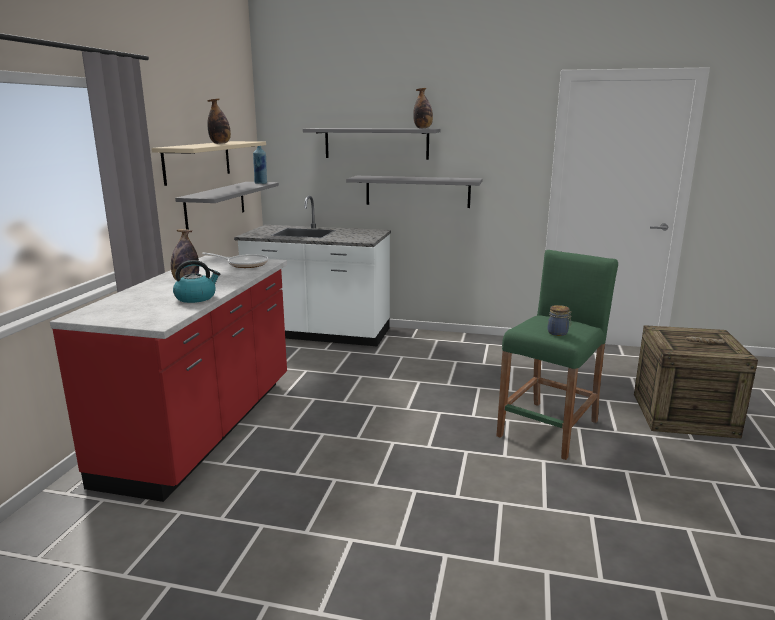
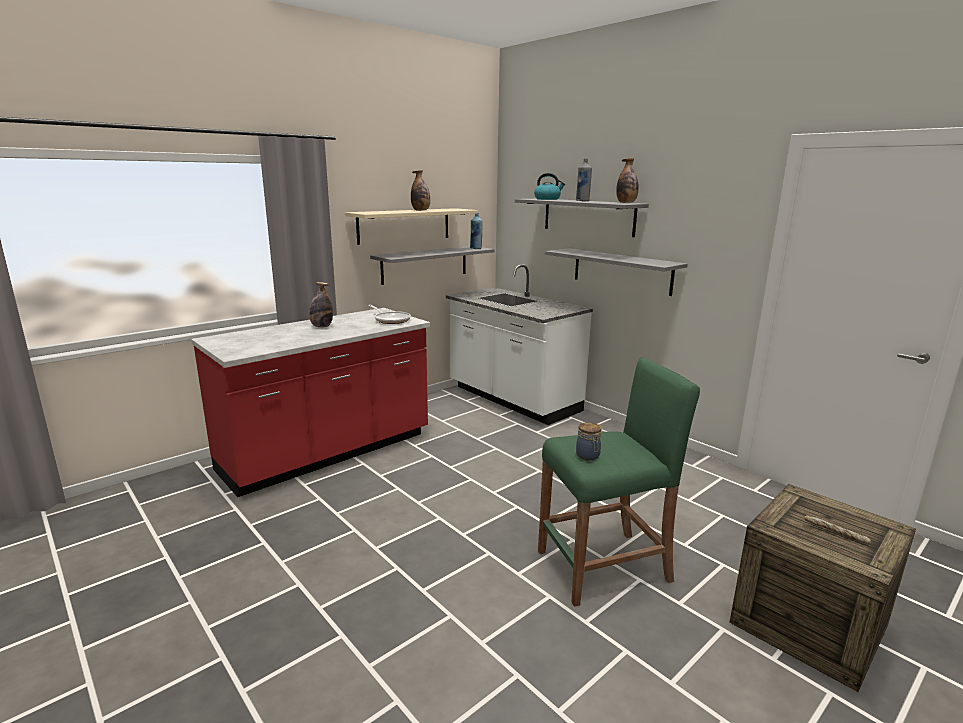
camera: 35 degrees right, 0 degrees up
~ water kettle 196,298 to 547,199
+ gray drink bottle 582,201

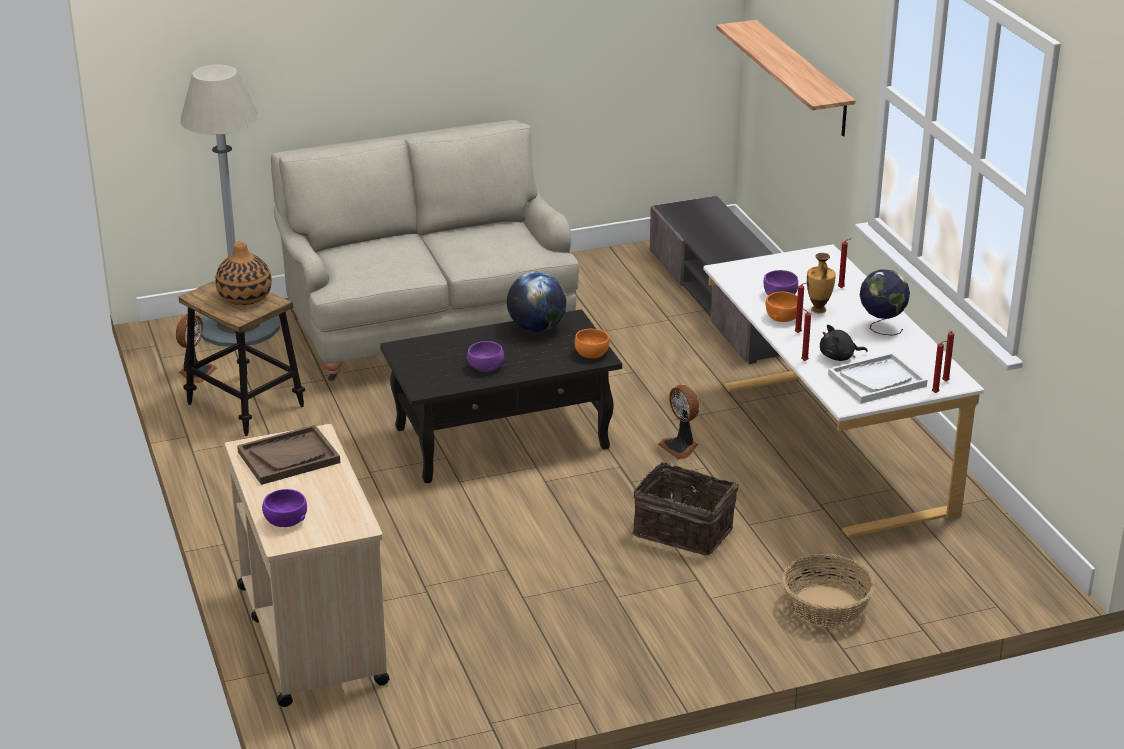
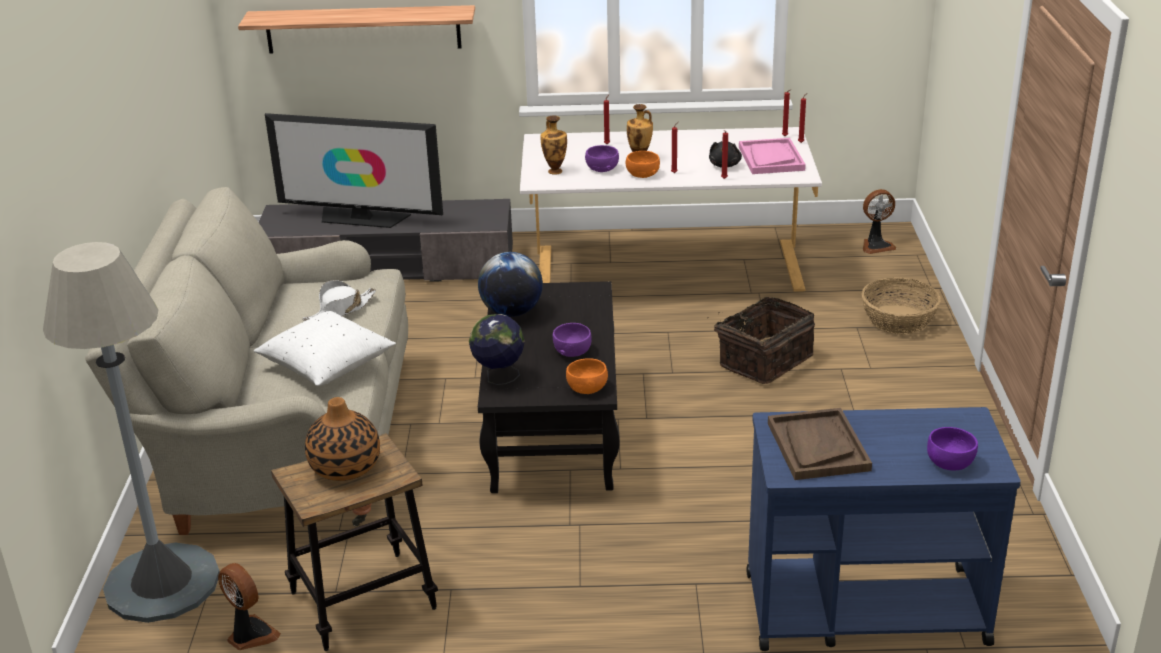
camera: 70 degrees left, 0 degrees up
~ sand-coloured cart 311,633 to bluish cart 863,608
~ orange serving bowl 592,353 to 587,387
~ fan 680,447 to 876,245
~ white tray 877,380 to pink tray 771,158
~ desk globe 881,327 to 499,377
+ white throw pillow 327,366
+ TV set 361,218
+ white hat 340,310
+ decorative vase 555,171

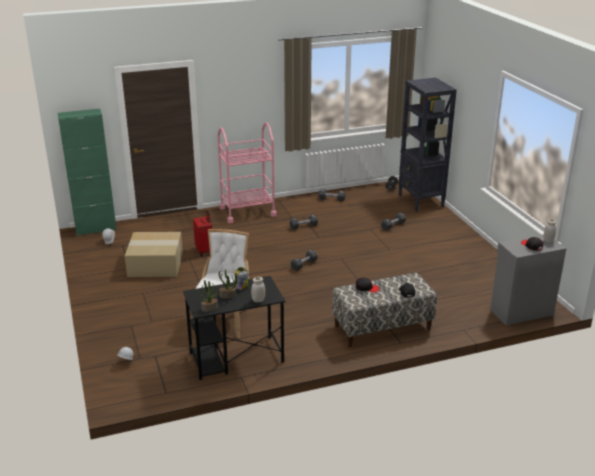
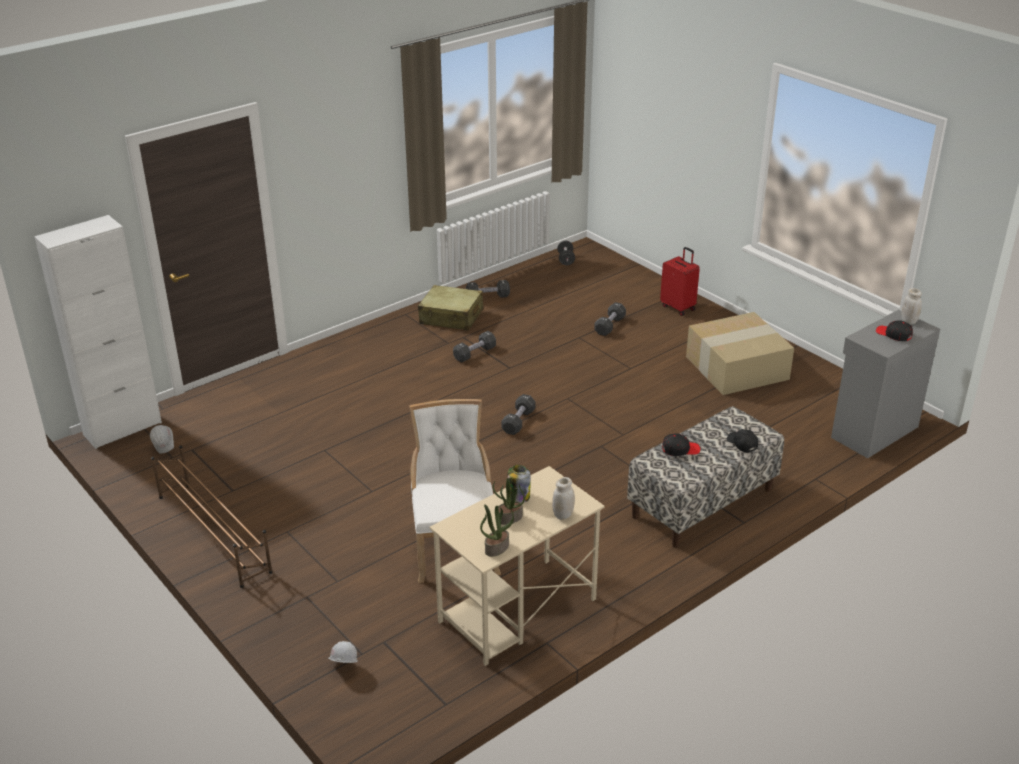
camera: 20 degrees left, 5 degrees up
~ green-coloured storage cabinet 96,229 to white storage cabinet 122,428
~ carton 156,263 to 737,367
~ black-coloured desk table 235,358 to sand-coloured desk table 517,611
~ red-coloured piece of luggage 205,251 to 678,307
- pink cart 247,212
- black-coloured shelving unit 420,201
+ brown shoe shelf 213,533
+ sand-coloured piece of luggage 451,317

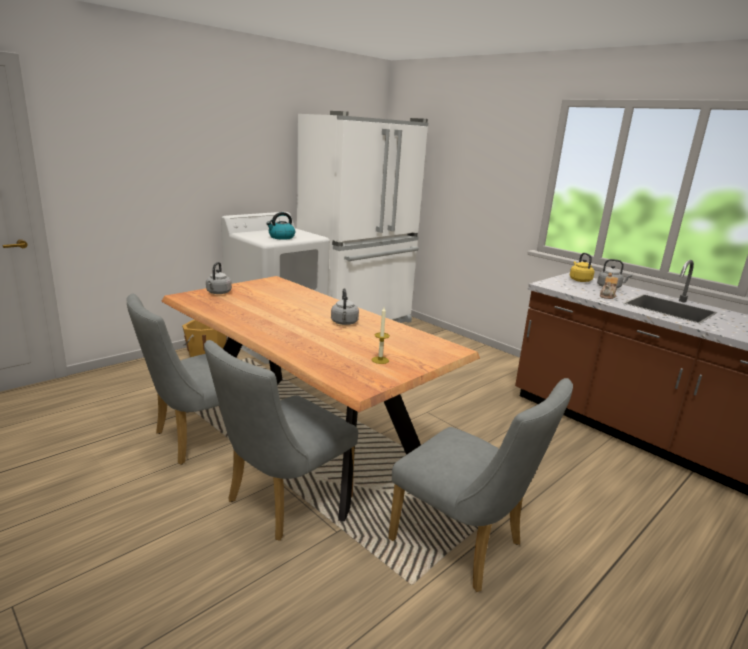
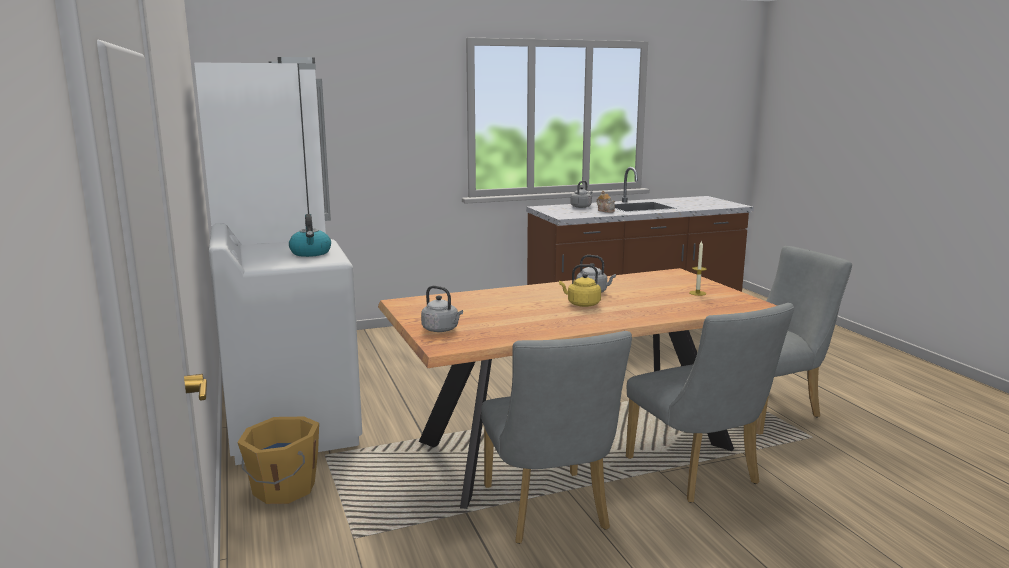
camera: 65 degrees left, 5 degrees down
~ yellow water kettle 579,280 to 581,304

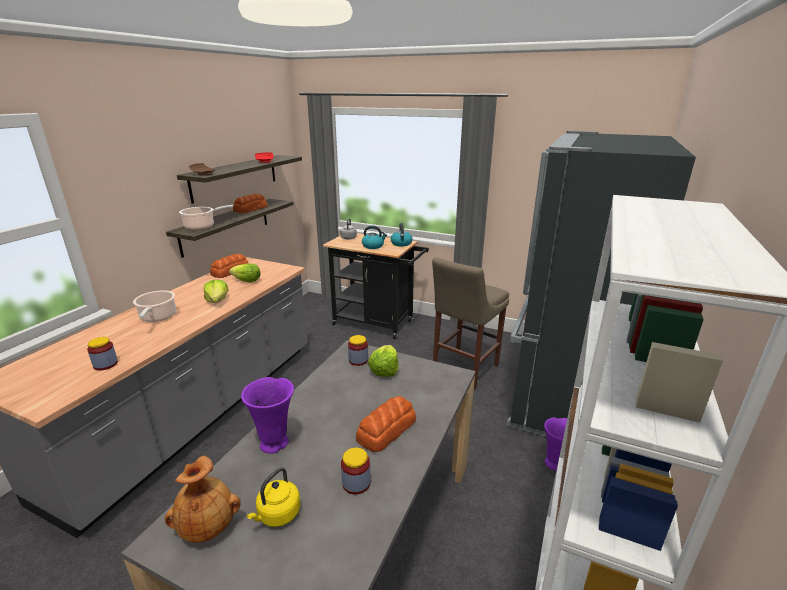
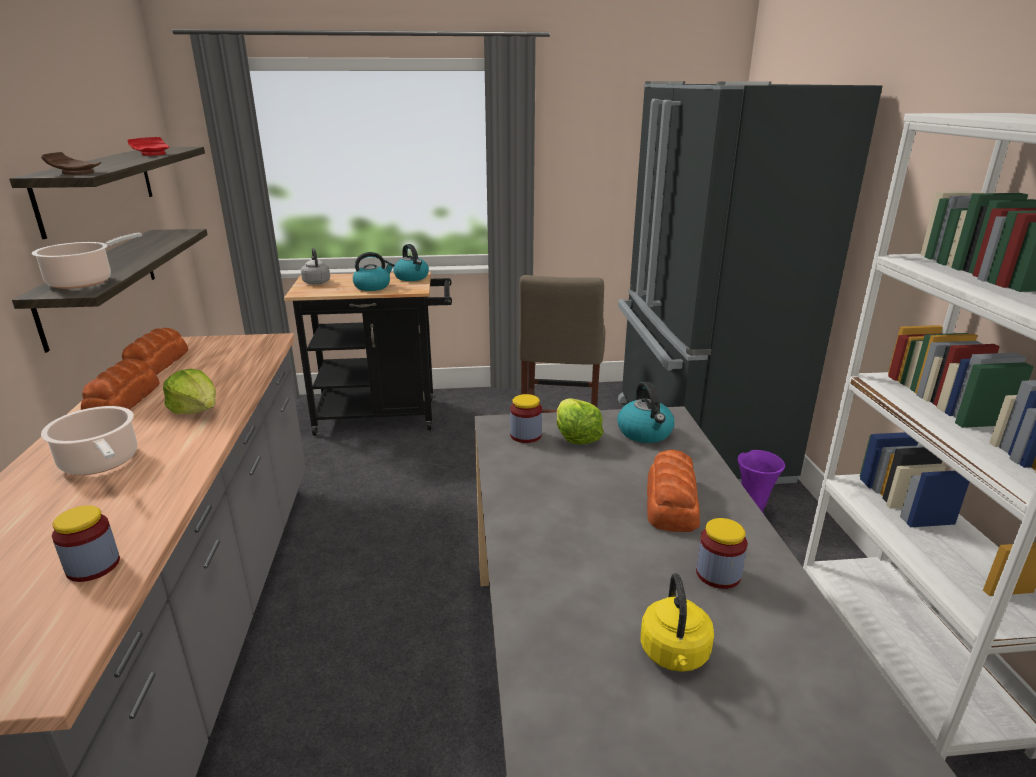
camera: 30 degrees left, 0 degrees up
- brown decorative vase 208,526
- lettuce 247,281
~ bread 251,209 to 124,399
- purple decorative vase 275,443
+ water kettle 645,433

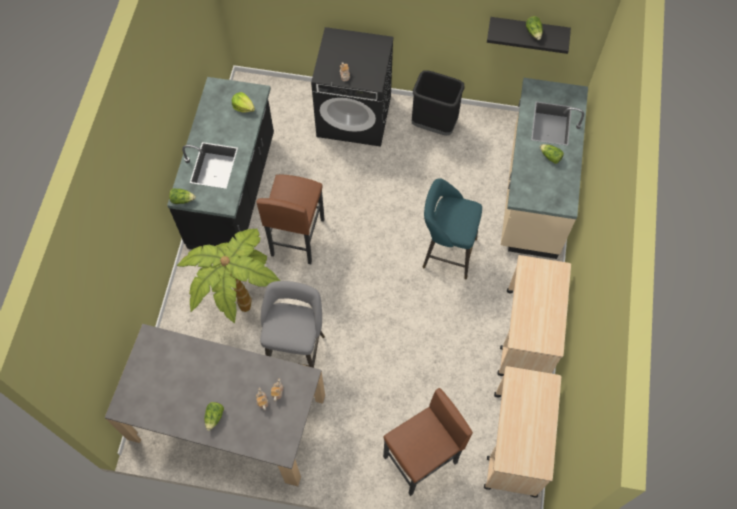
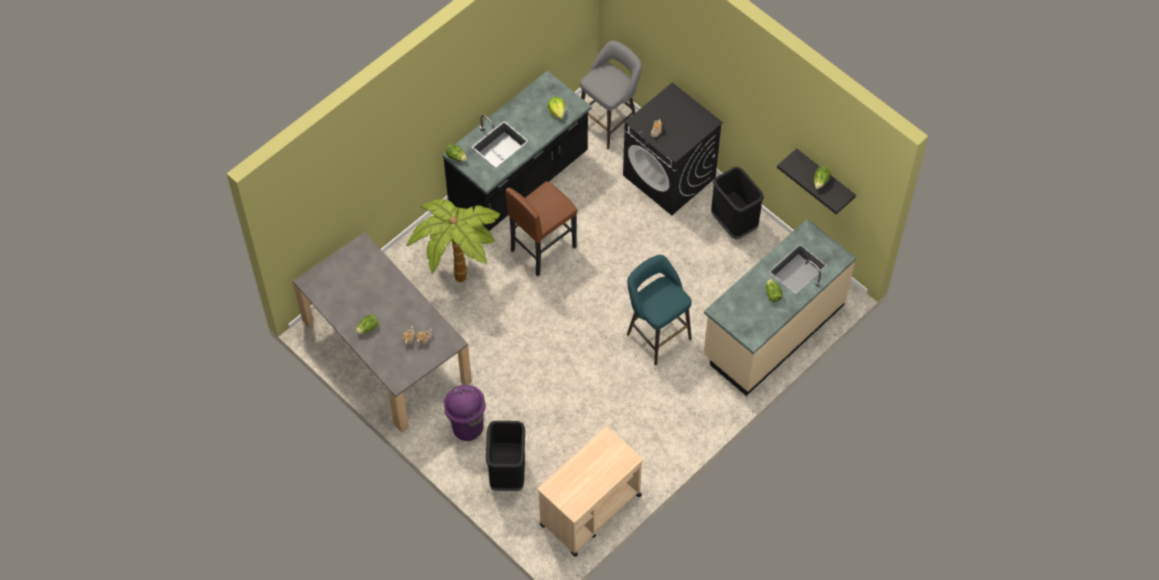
camera: 35 degrees right, 5 degrees down
~ gray stool seat 297,350 to 610,122
~ brown stool seat 421,460 to black-coloured rubbish bin 508,474
- sand-coloured cart 526,336
+ purple rubbish bin 467,427

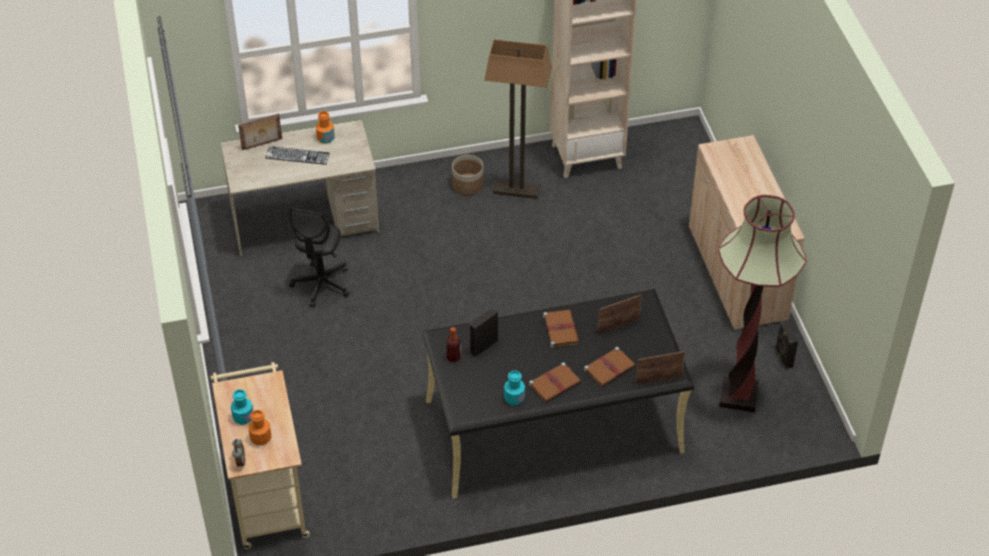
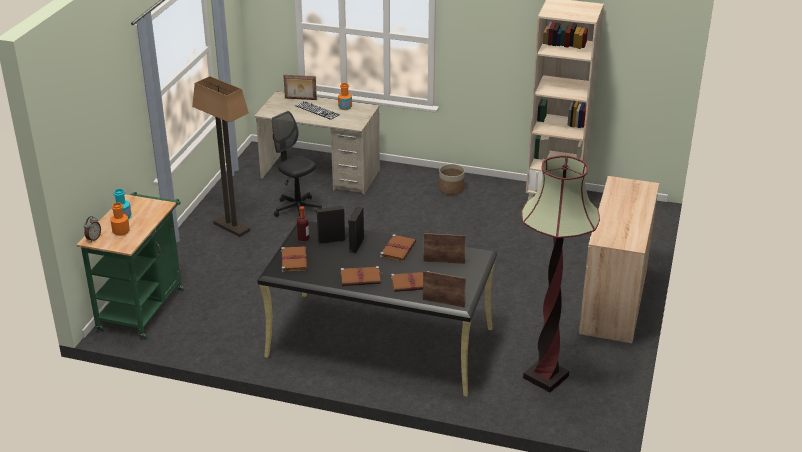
camera: 30 degrees right, 15 degrees down
~ sand-coloured cart 266,494 to green-coloured cart 143,306
~ black-coloured desk chair 321,285 = 297,209 90 degrees clockwise
~ standing lamp 517,190 to 232,227
- turquoise-coloured drink bottle 514,398
~ black-coloured loudspeaker 783,357 to 355,245
+ brown volume 294,260

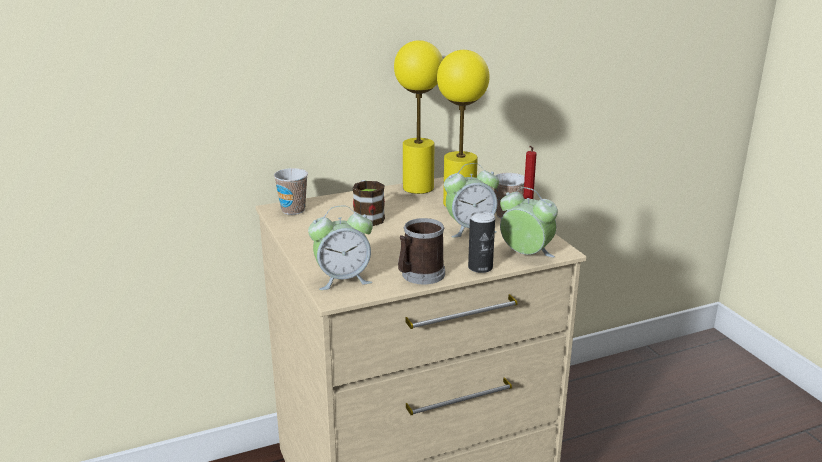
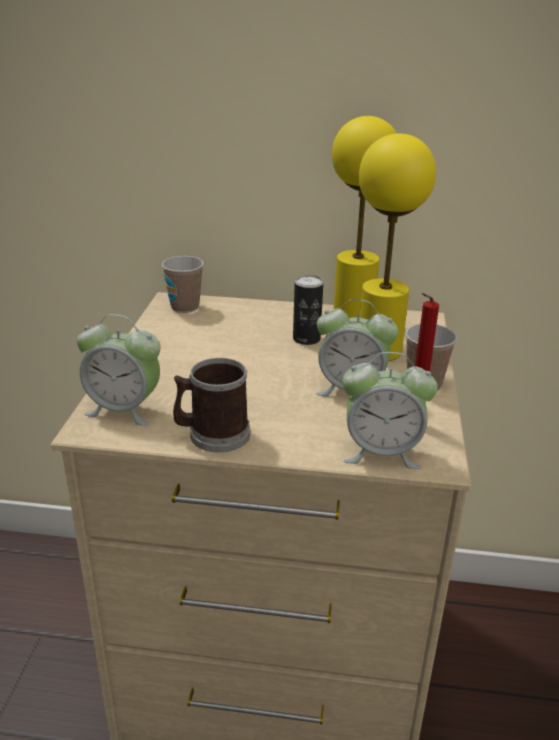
camera: 30 degrees right, 5 degrees up
- tea mug 367,216
~ sealed can 480,267 to 306,339
~ alarm clock 526,255 = 382,452 120 degrees clockwise

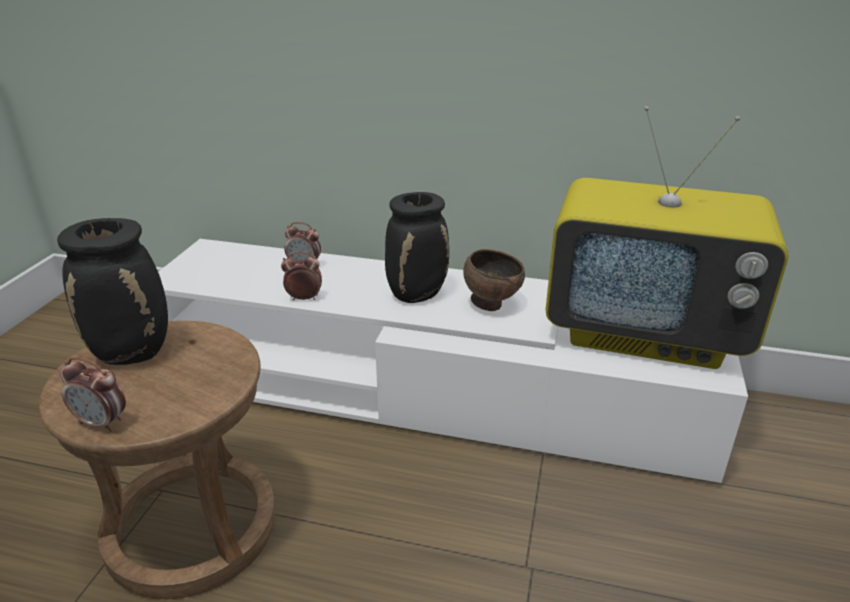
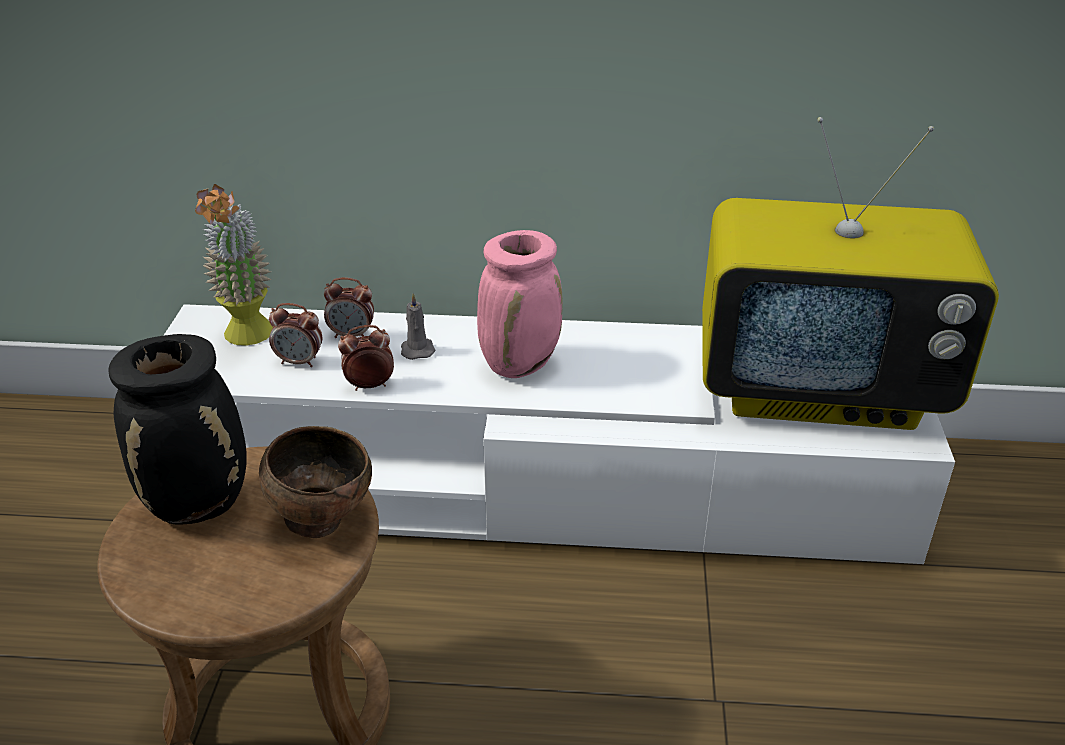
camera: 10 degrees left, 5 degrees up
~ alarm clock 102,423 to 299,362
~ black-coloured decorative vase 417,294 to pink decorative vase 520,364
~ brown serving bowl 491,304 to 323,521
+ potted plant 249,339
+ gray wax light 417,349

